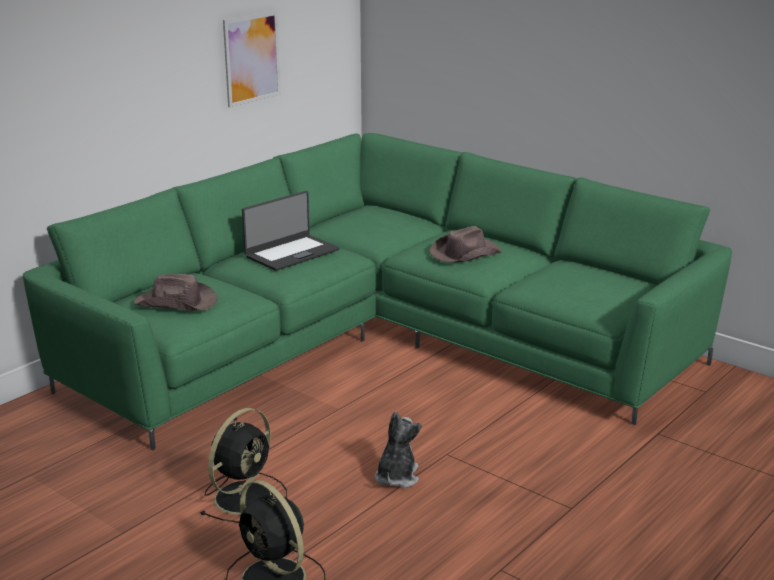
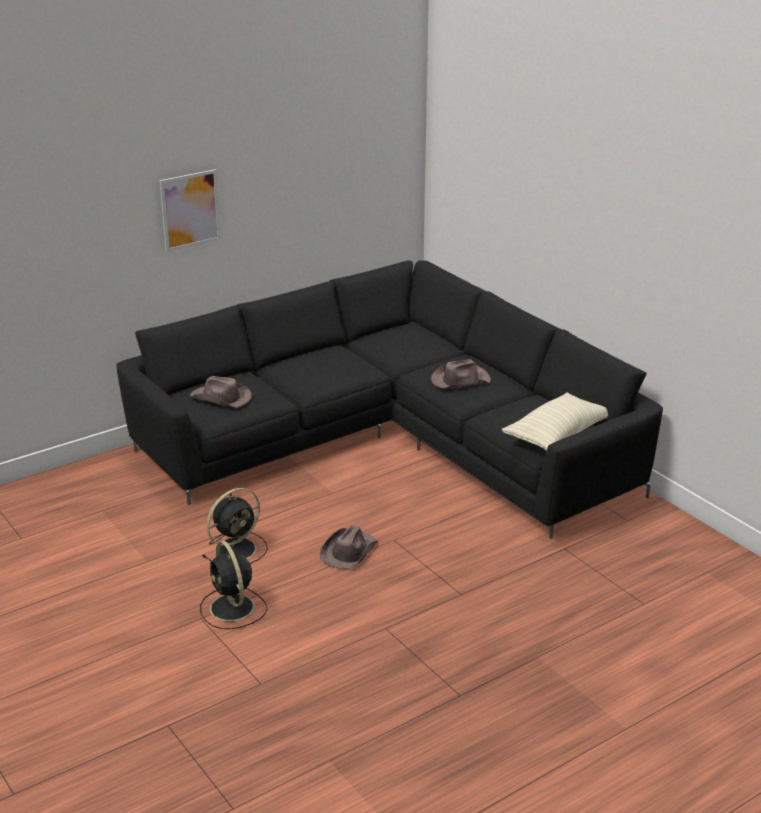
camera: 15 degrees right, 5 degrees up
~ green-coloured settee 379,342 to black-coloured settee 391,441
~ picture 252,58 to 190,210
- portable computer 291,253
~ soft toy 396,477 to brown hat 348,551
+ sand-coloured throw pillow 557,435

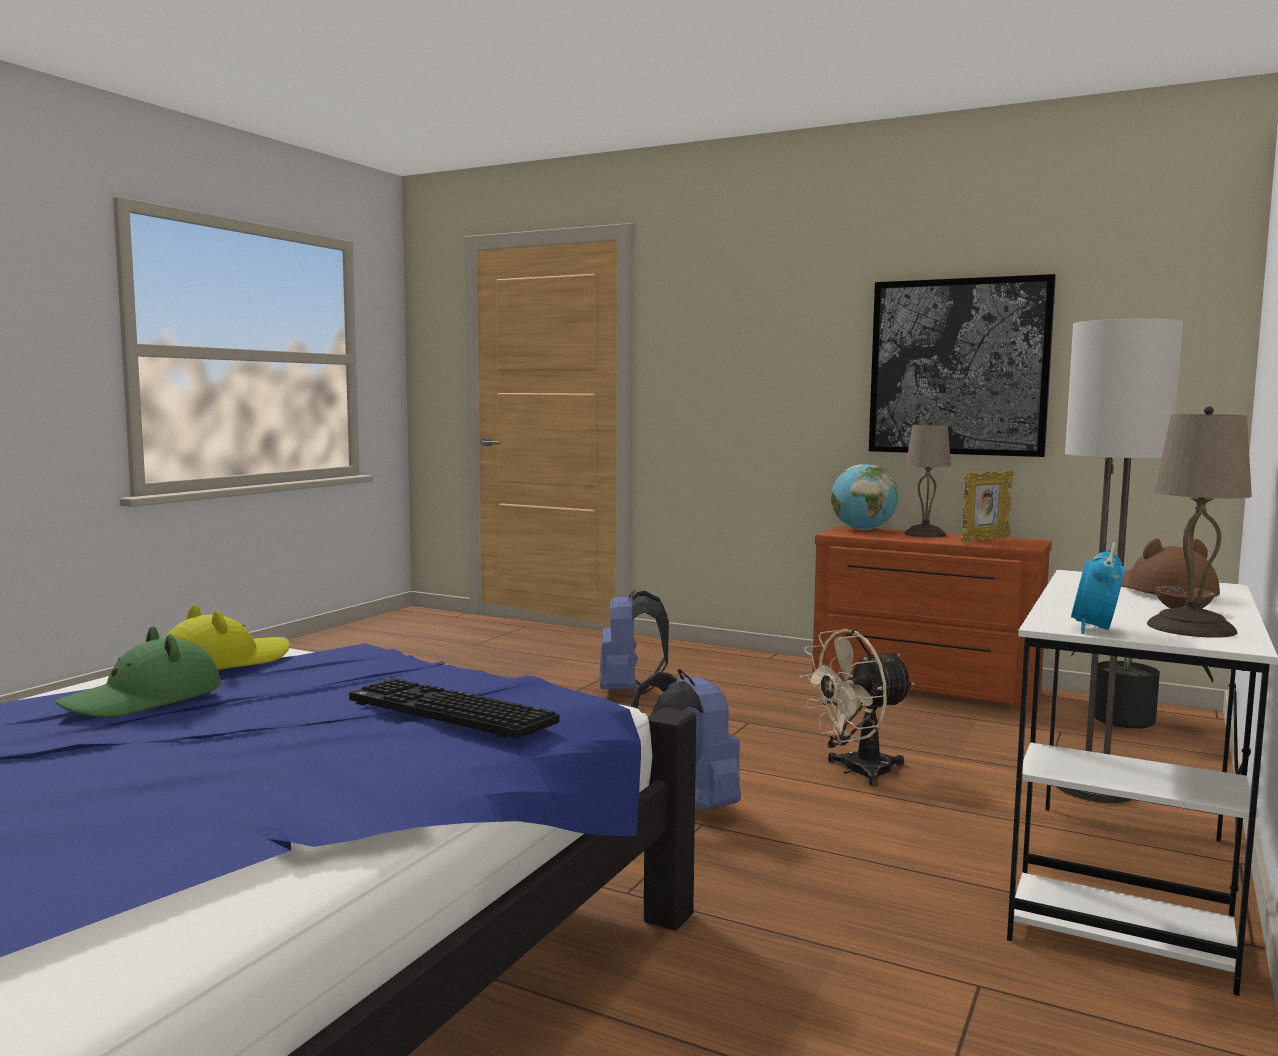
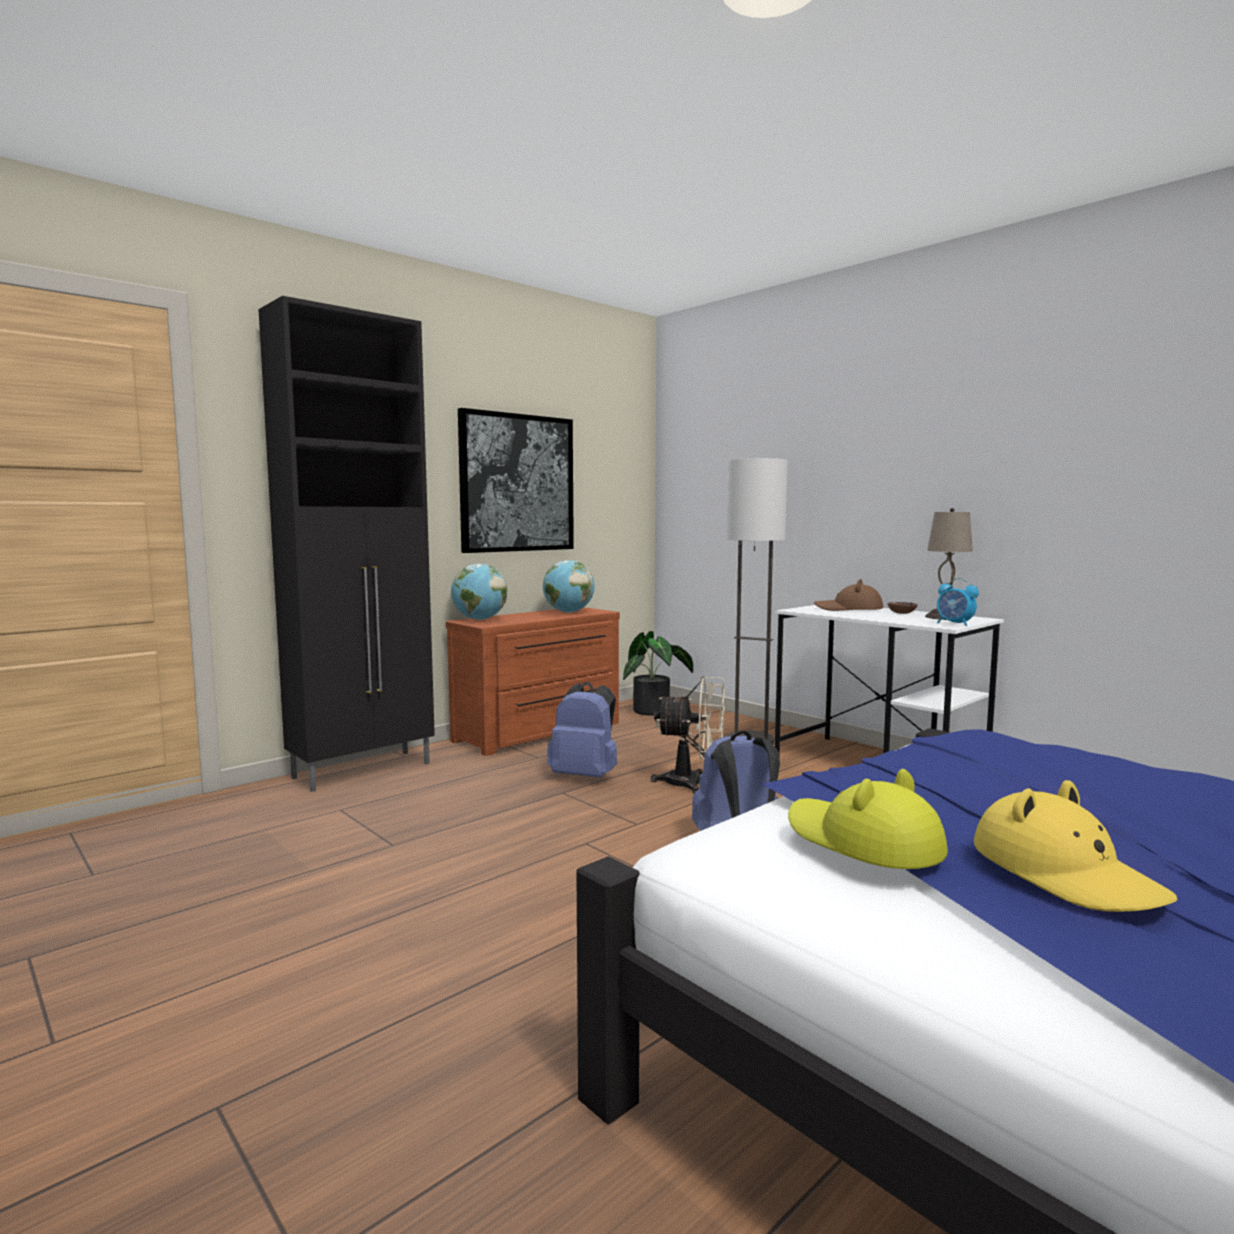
camera: 70 degrees left, 0 degrees up
~ green-coloured hat 144,699 to yellow hat 1065,873
- computer keyboard 446,712
~ bluish rucksack 628,691 to 586,776
~ sand-coloured fan 856,772 = 693,783 75 degrees counterclockwise
- sand-coloured tabletop lamp 925,534
~ standing frame 984,540 to desk globe 568,612
+ black-coloured storage cabinet 364,770

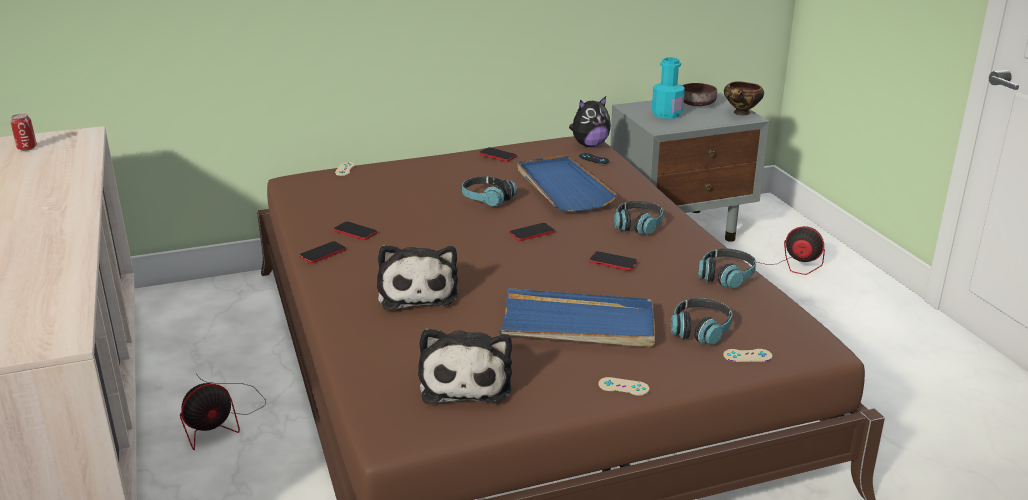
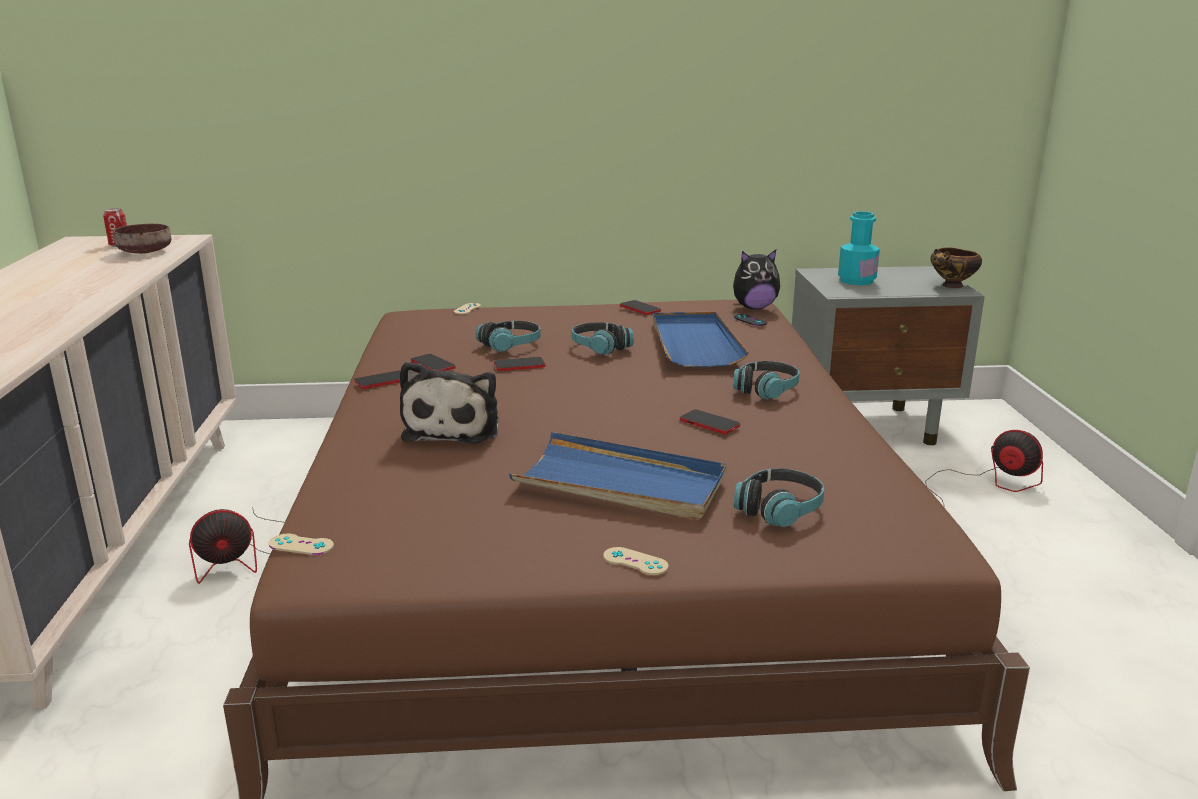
camera: 15 degrees right, 5 degrees down
- soft toy 466,381
~ phone 531,233 to 519,365
~ brown serving bowl 696,104 to 145,252
~ headset 726,276 to 511,345
~ sand-coloured gamepad 747,356 to 301,545

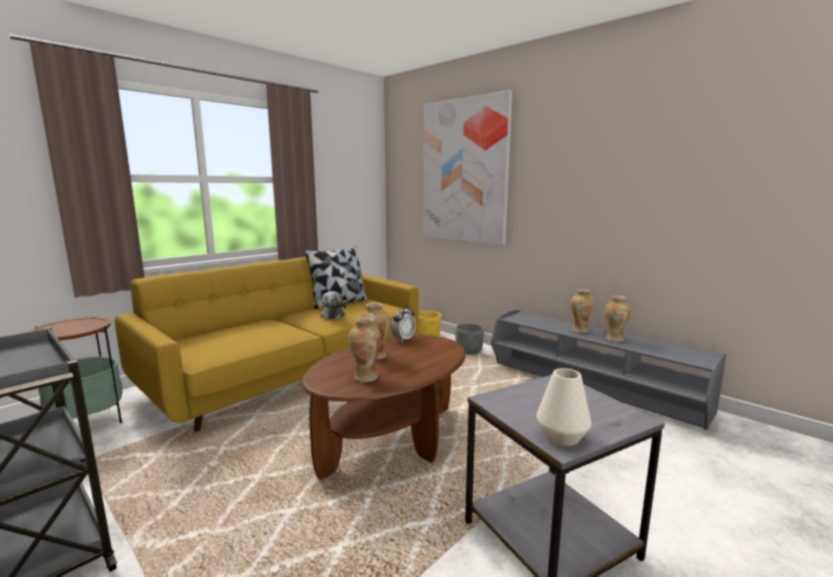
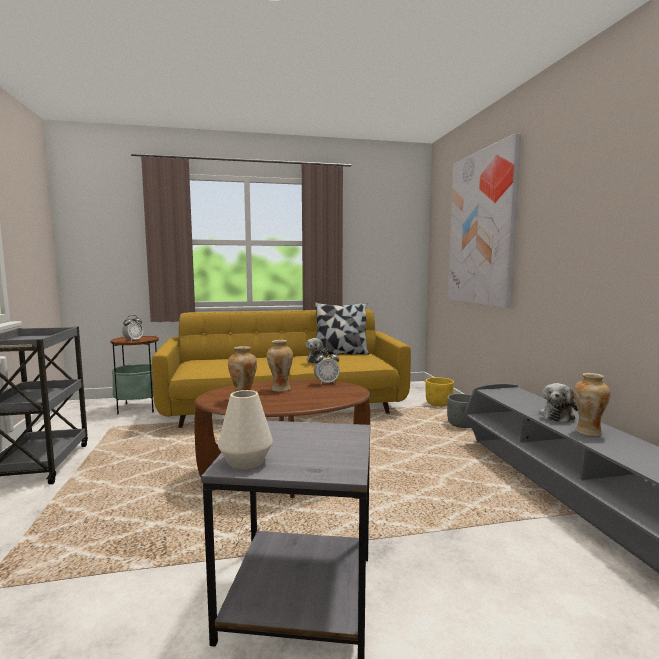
camera: 35 degrees right, 5 degrees down
~ decorative vase 580,330 to soft toy 557,415
+ alarm clock 133,340

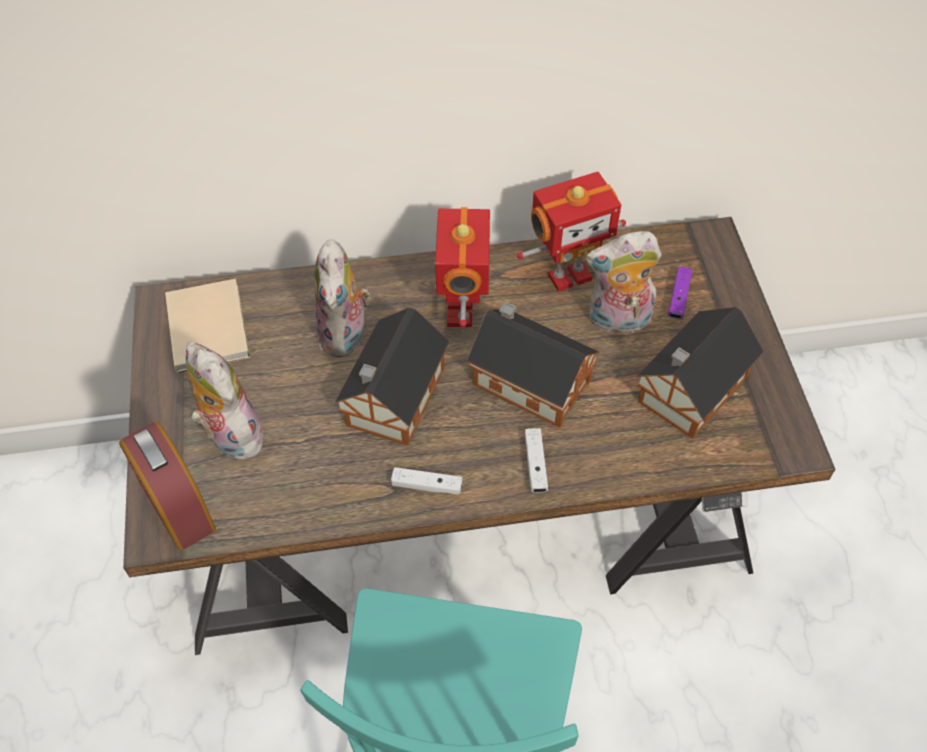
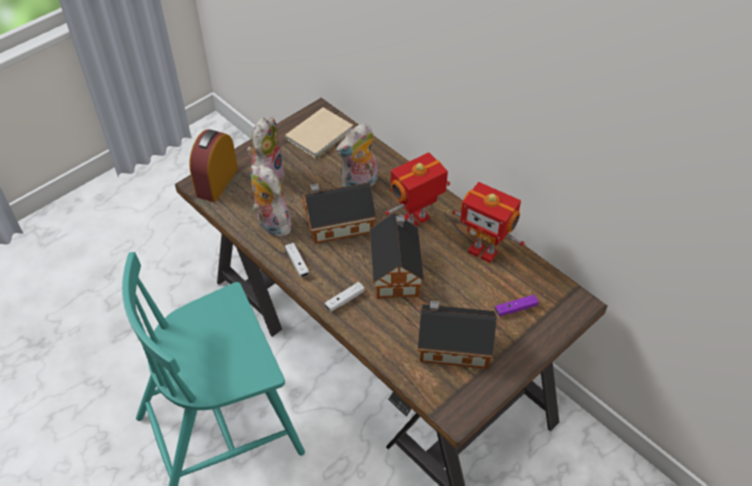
camera: 55 degrees right, 5 degrees down
~ soft toy 618,321 to 271,224

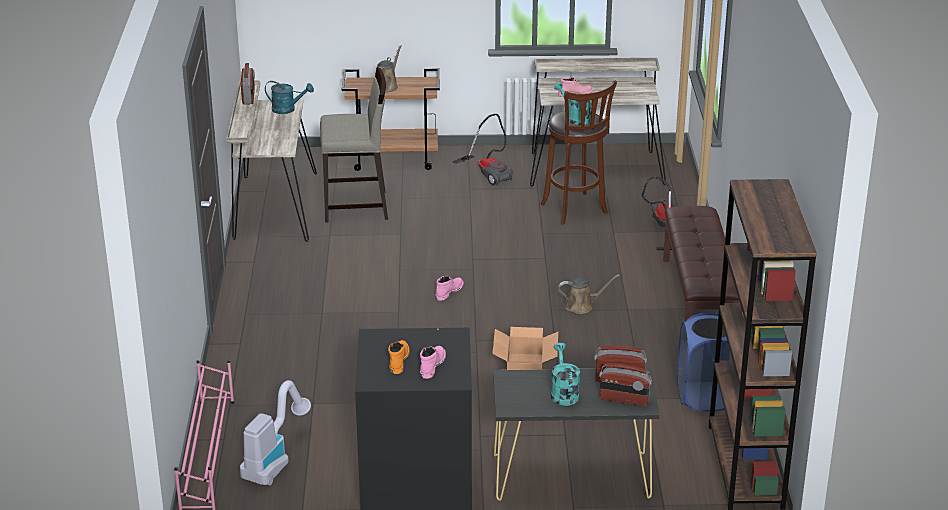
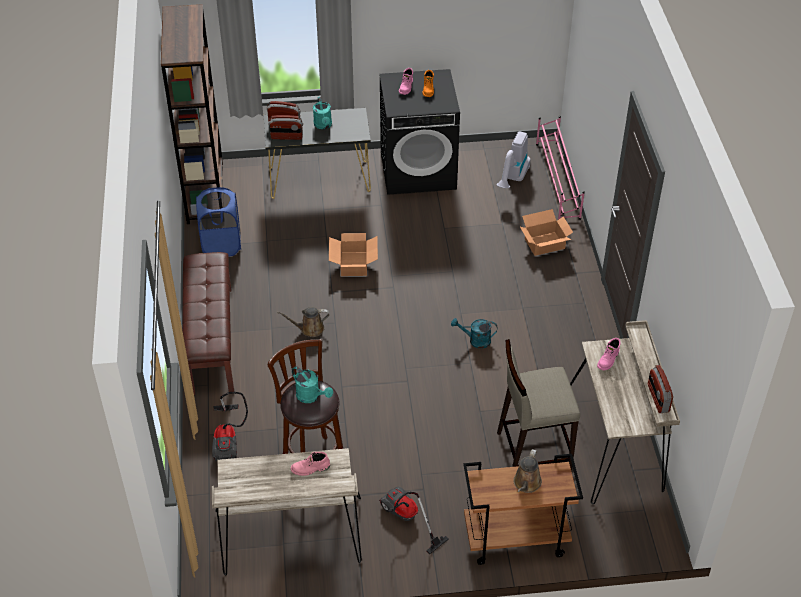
camera: 175 degrees right, 15 degrees up
~ turquoise-coloured watering pot 288,109 to 475,340
~ pink high-top boot 449,291 to 608,360
+ carton 545,244

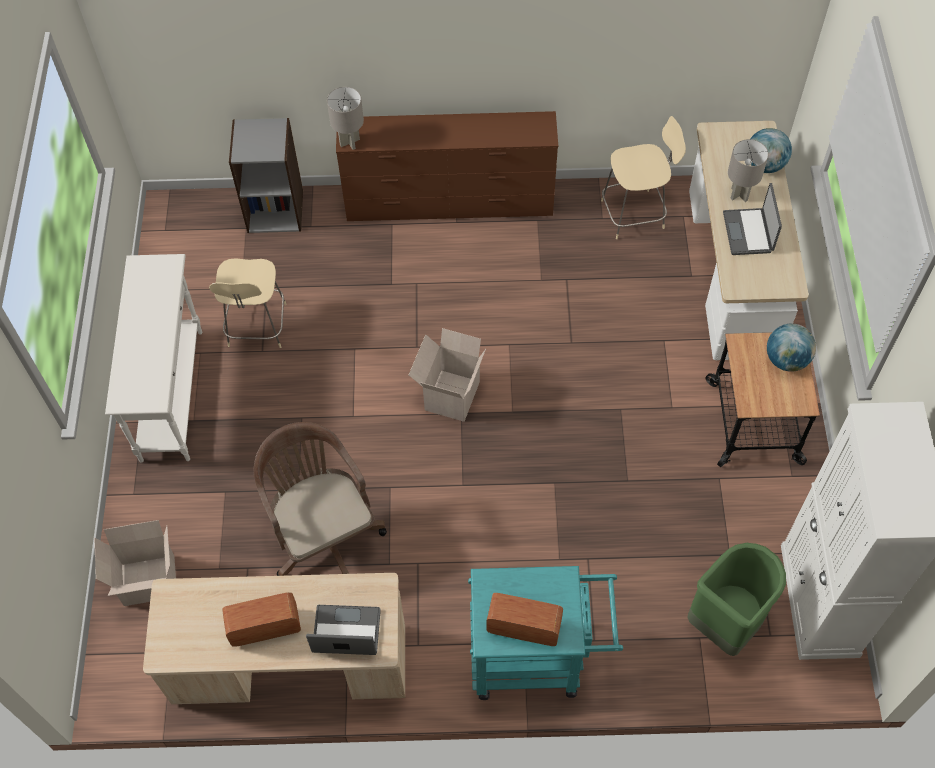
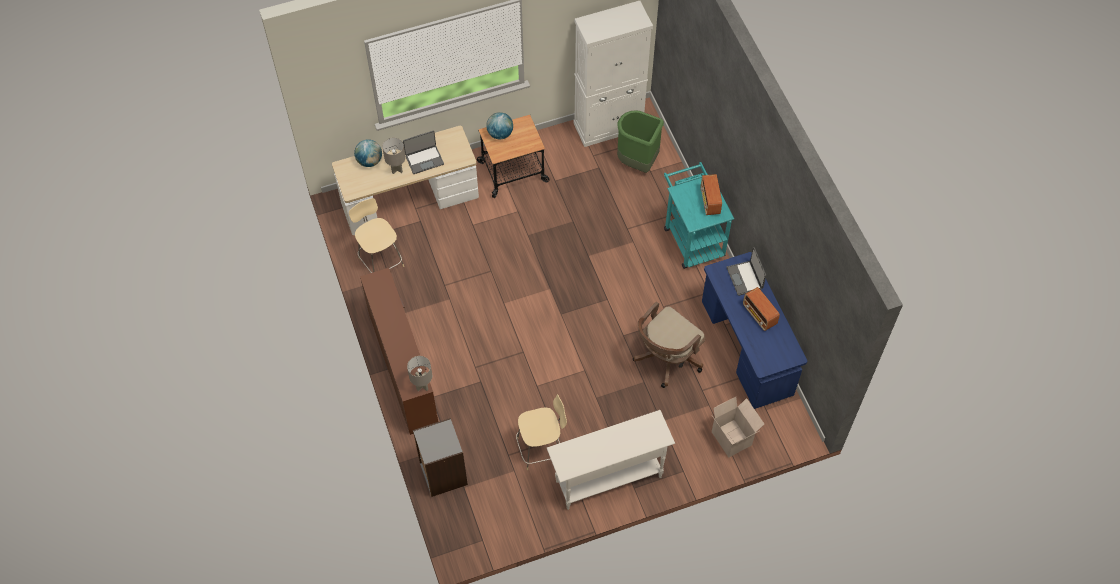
camera: 110 degrees left, 0 degrees up
~ sand-coloured desk table 290,665 to bluish desk table 746,348
- carton 450,394

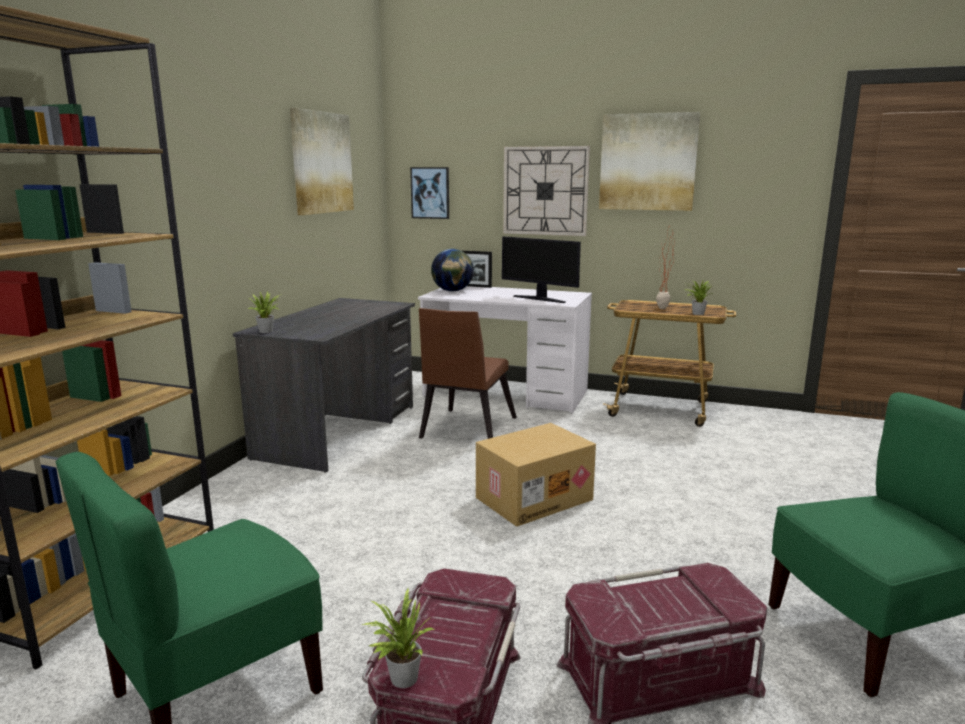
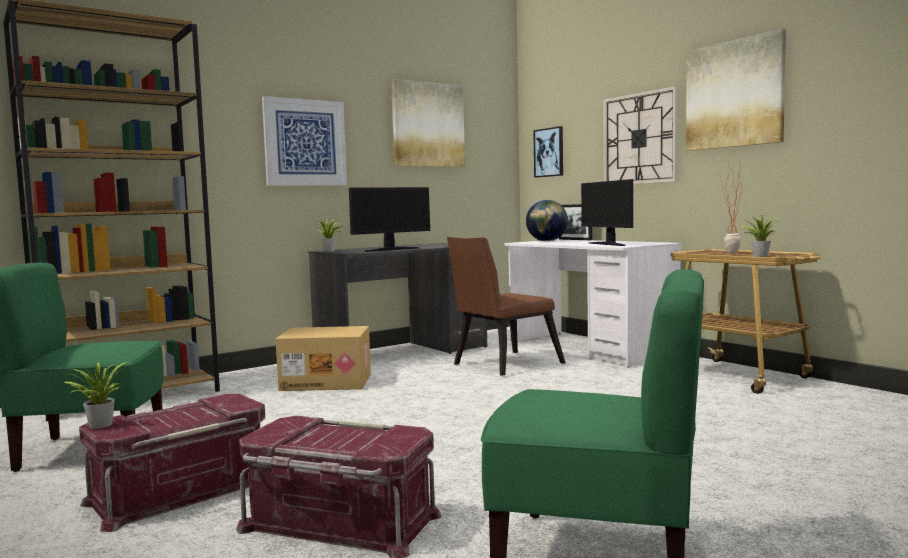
camera: 35 degrees right, 10 degrees down
~ carton 533,498 to 327,382
+ picture 305,142
+ computer screen 391,250

